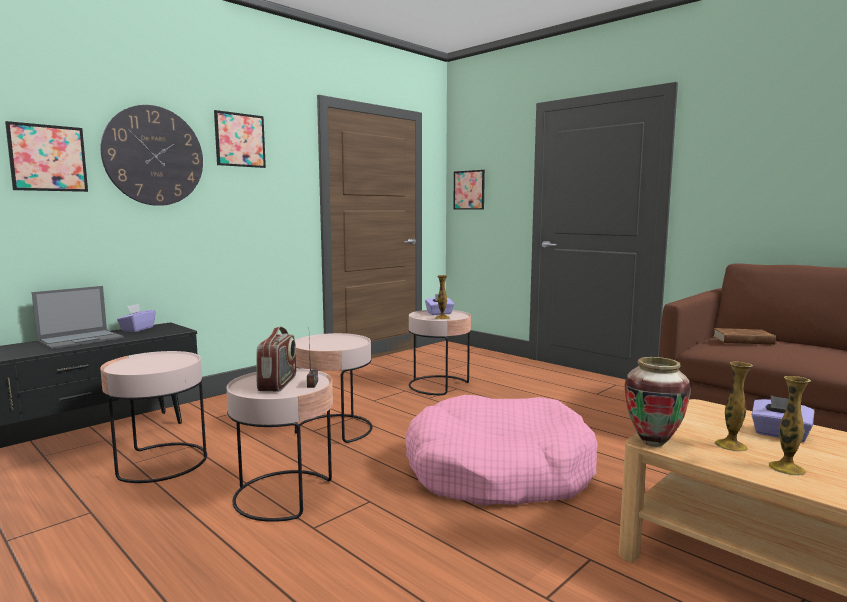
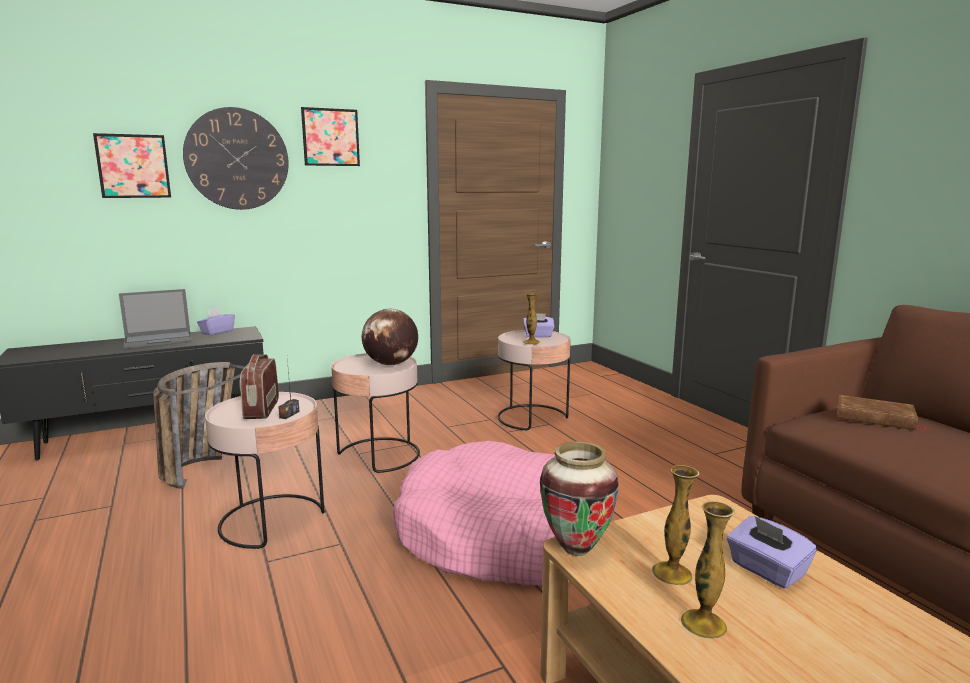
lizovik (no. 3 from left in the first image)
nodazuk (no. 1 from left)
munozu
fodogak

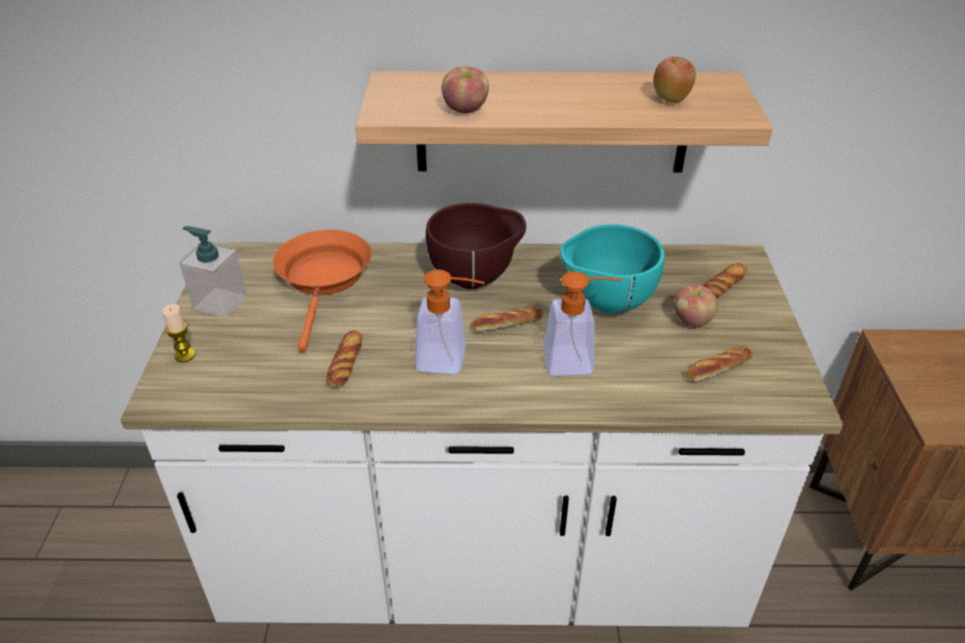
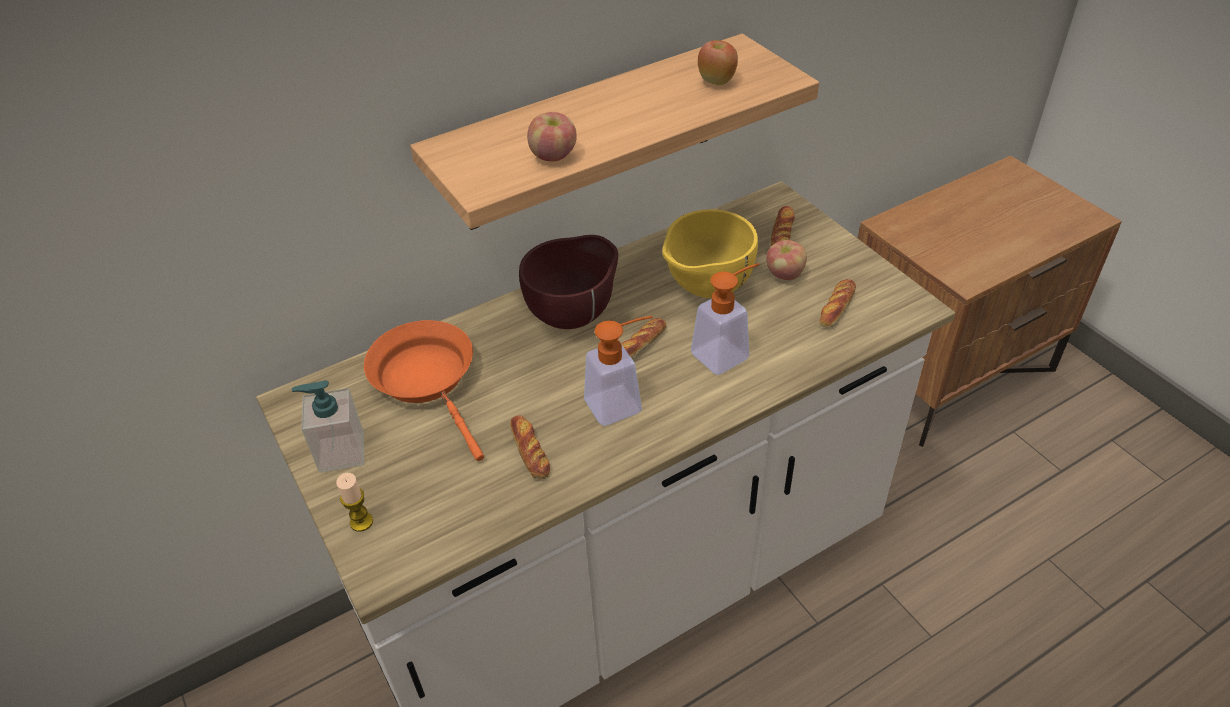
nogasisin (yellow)

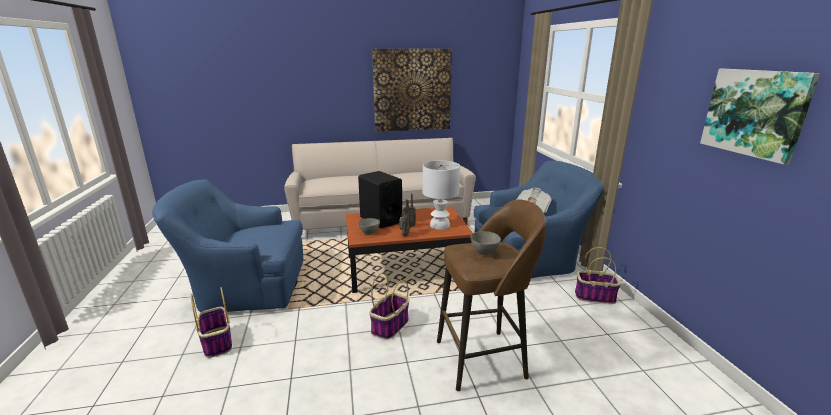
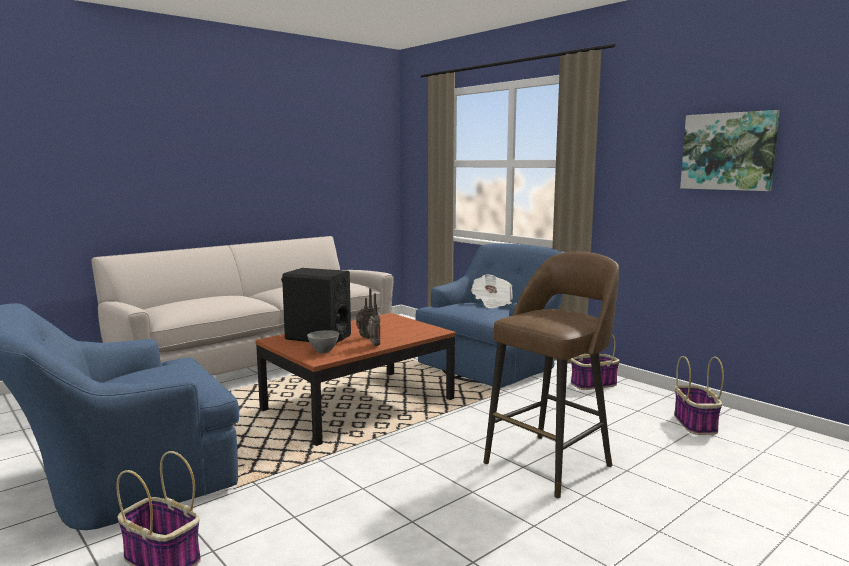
lizovik (no. 1 from left in the first image)
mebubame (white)
nogasisin (grey) (no. 2 from left in the first image)
munozu (no. 3 from left)

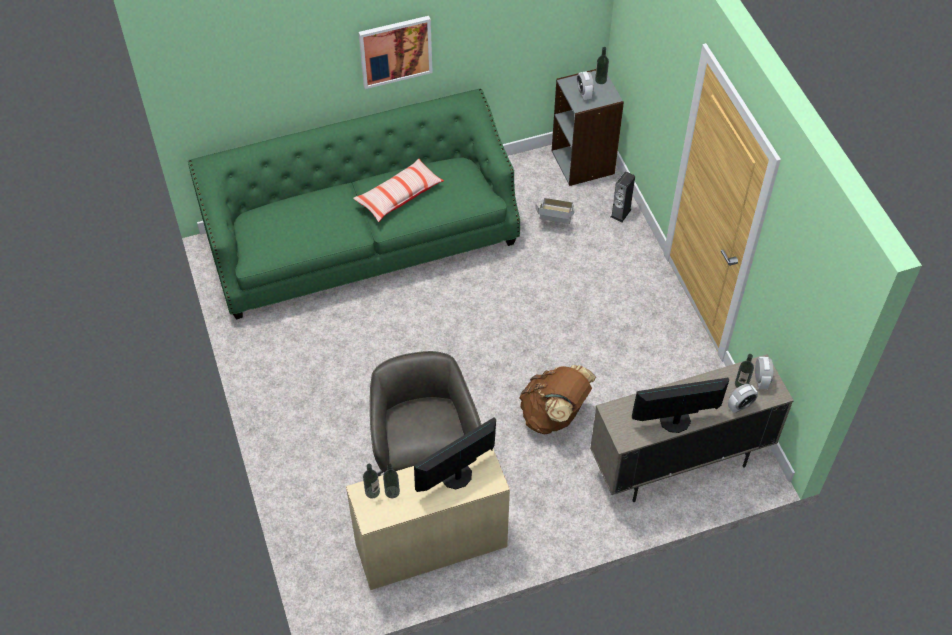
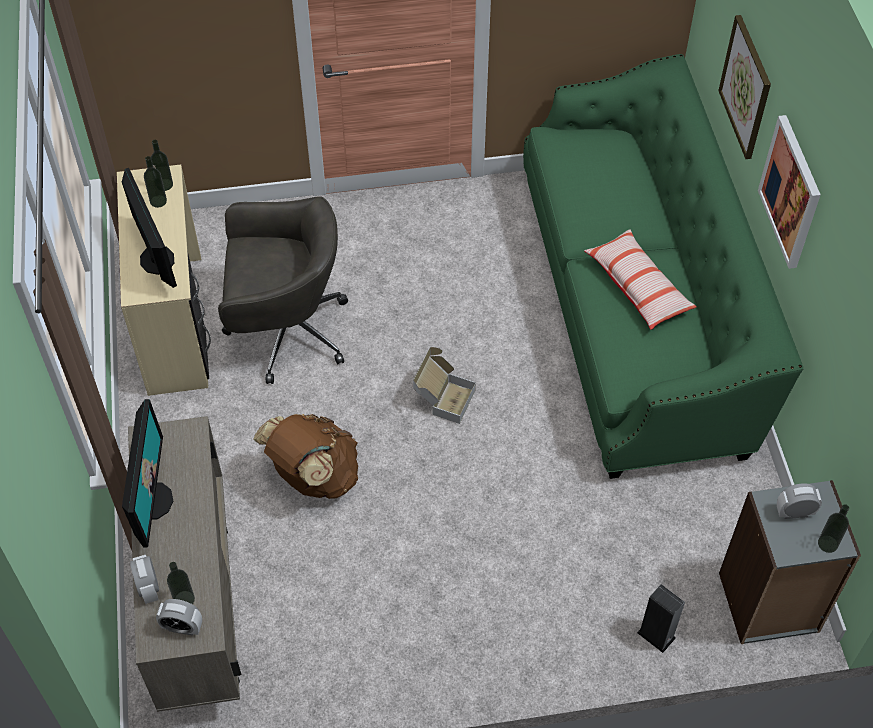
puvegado
lizovik (no. 1 from left)

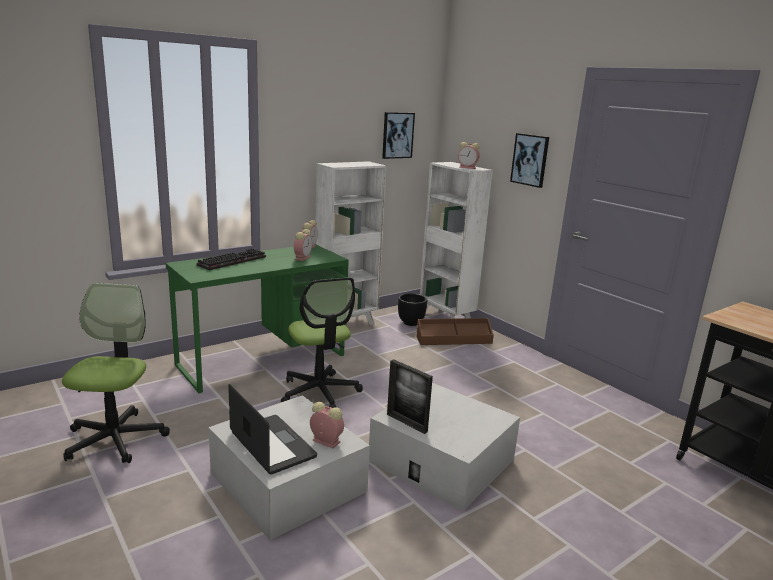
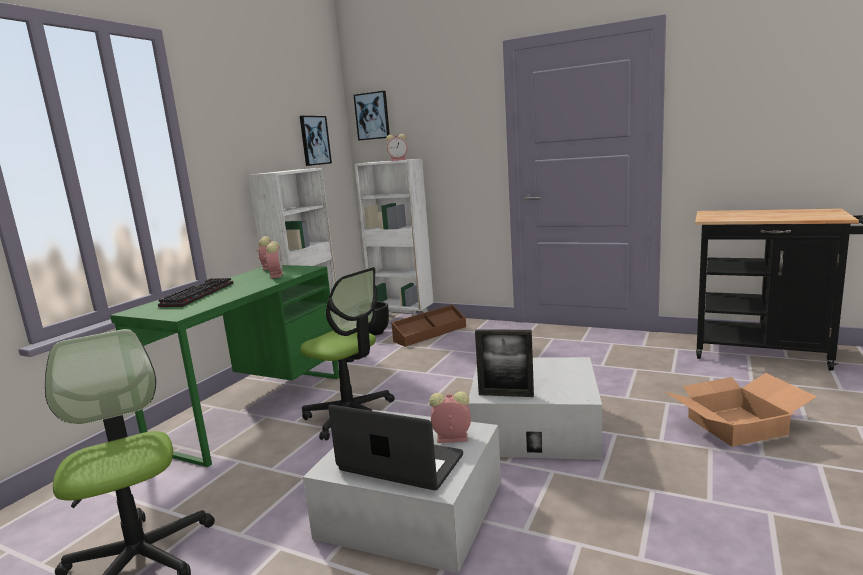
lizovik (no. 2 from left)
puvegado

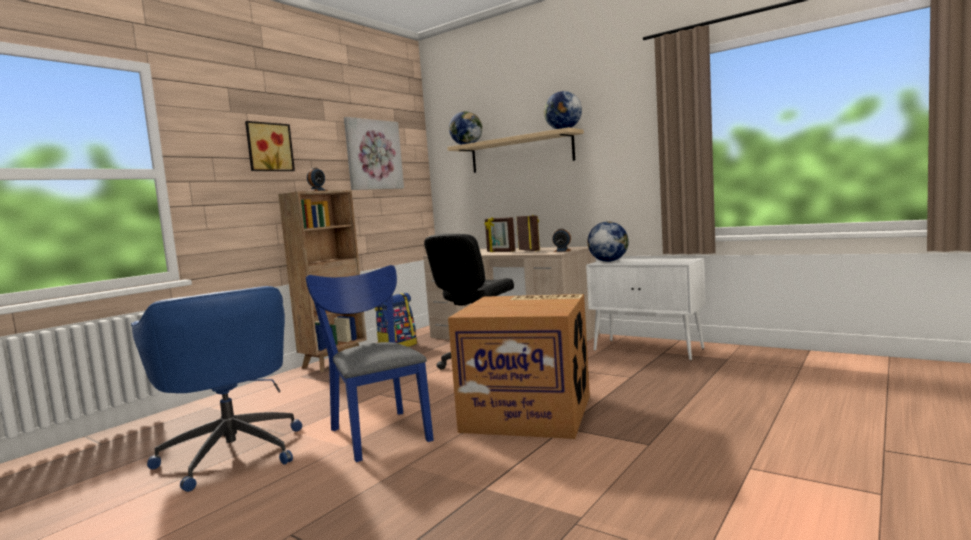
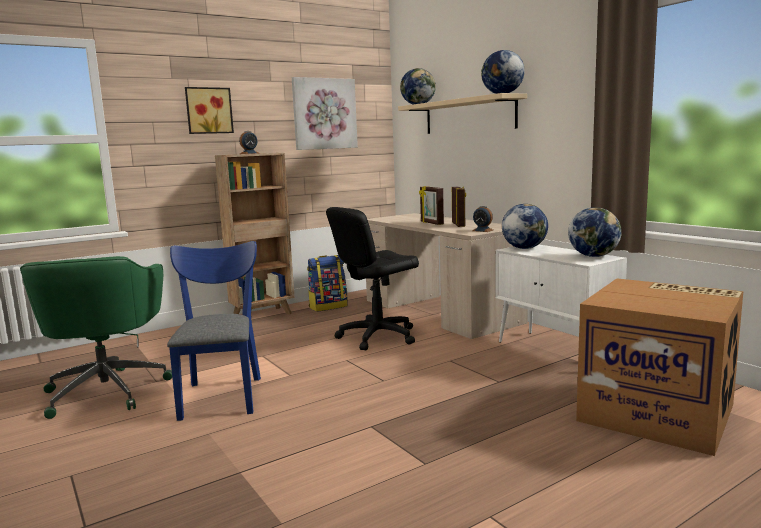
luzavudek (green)
puvegado
fodogak (no. 4 from left)

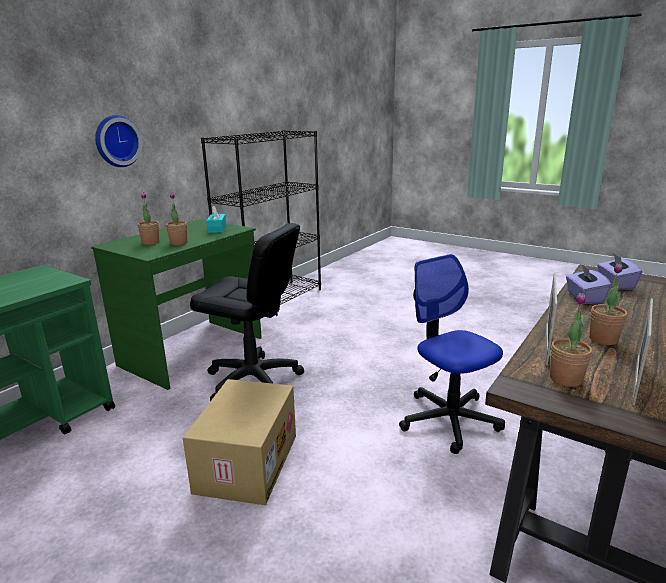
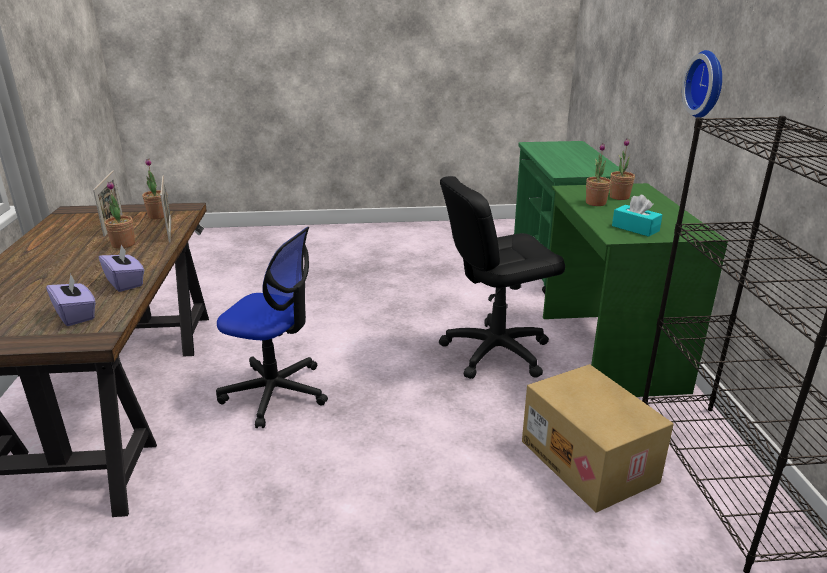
puvegado

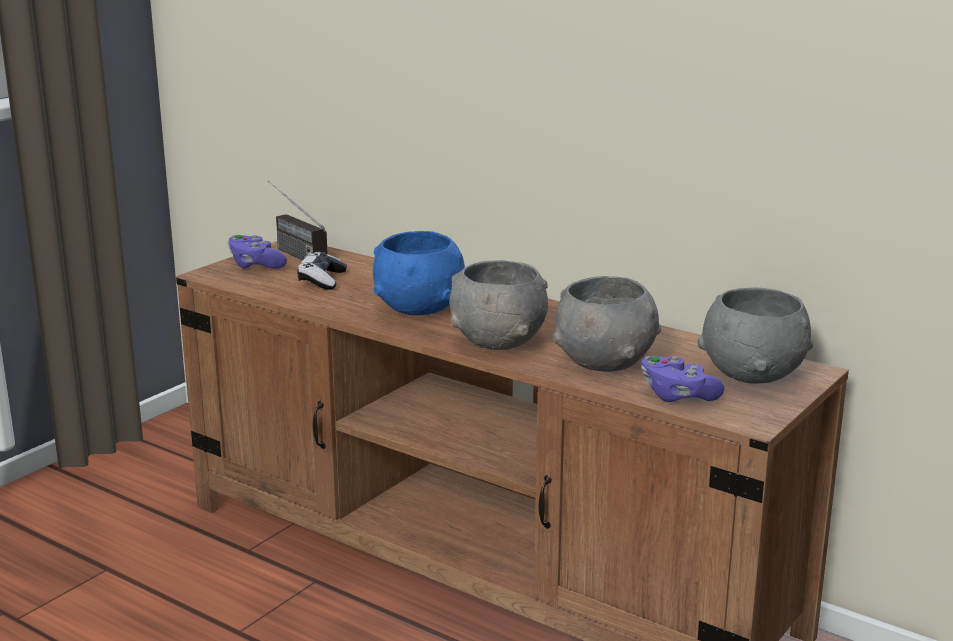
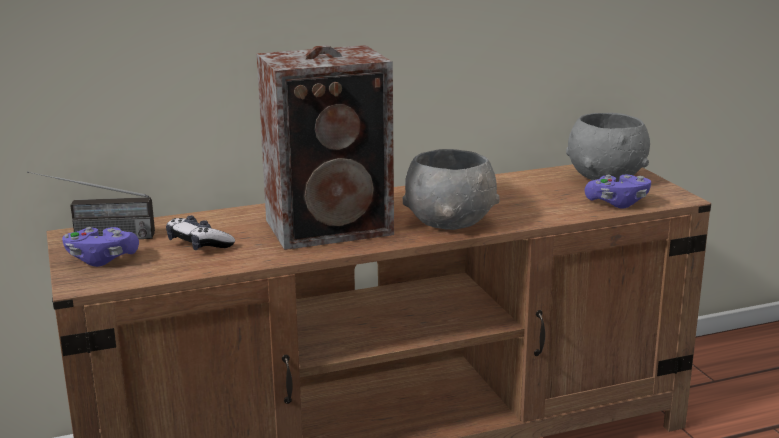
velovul
nogasisin (grey) (no. 2 from left in the first image)

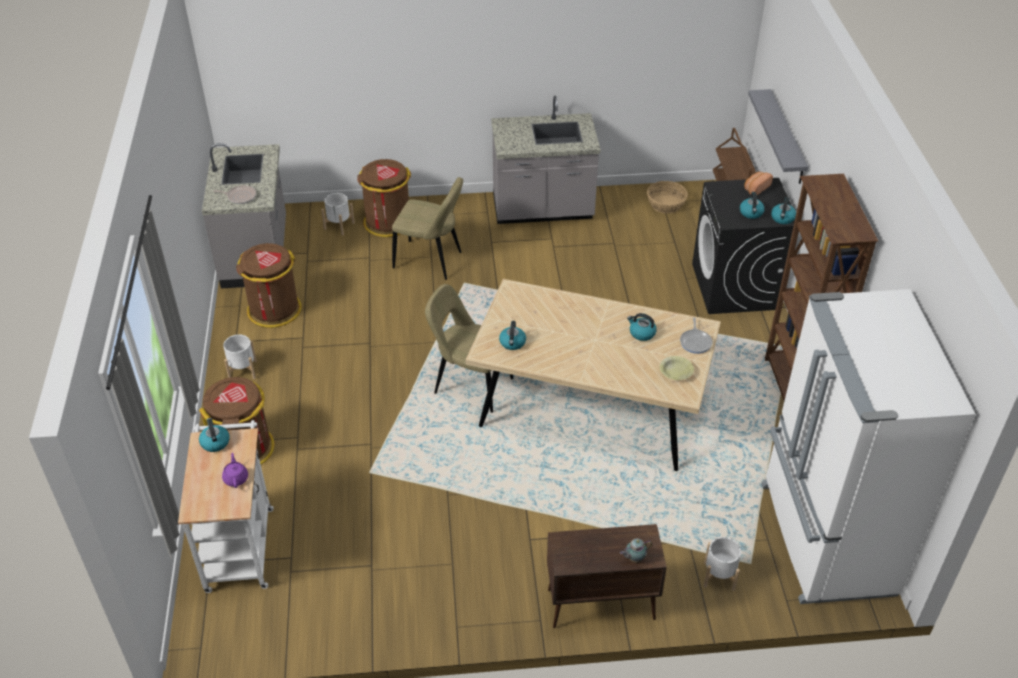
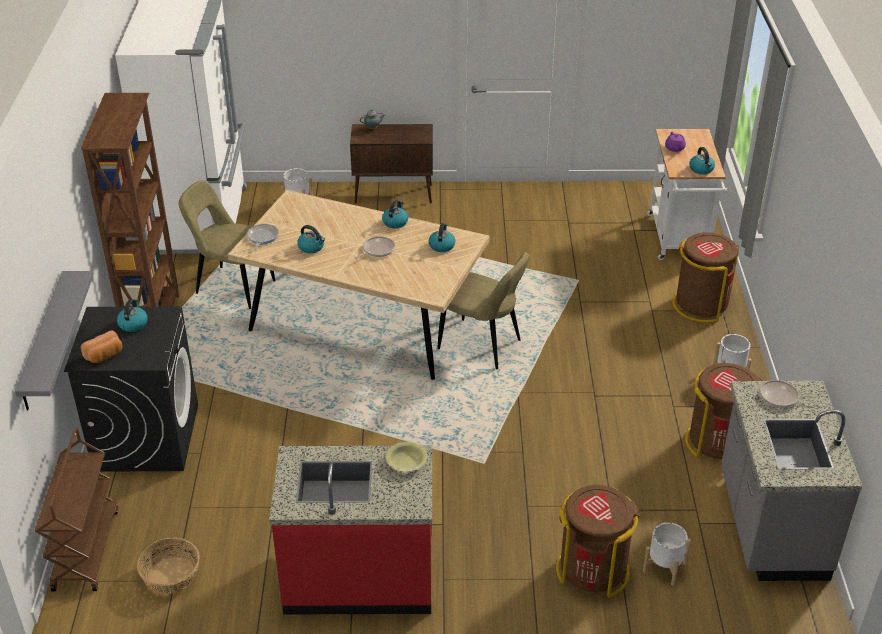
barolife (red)
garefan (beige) (no. 1 from left)
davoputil (no. 3 from left)
nogasisin (yellow)
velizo (no. 2 from left)

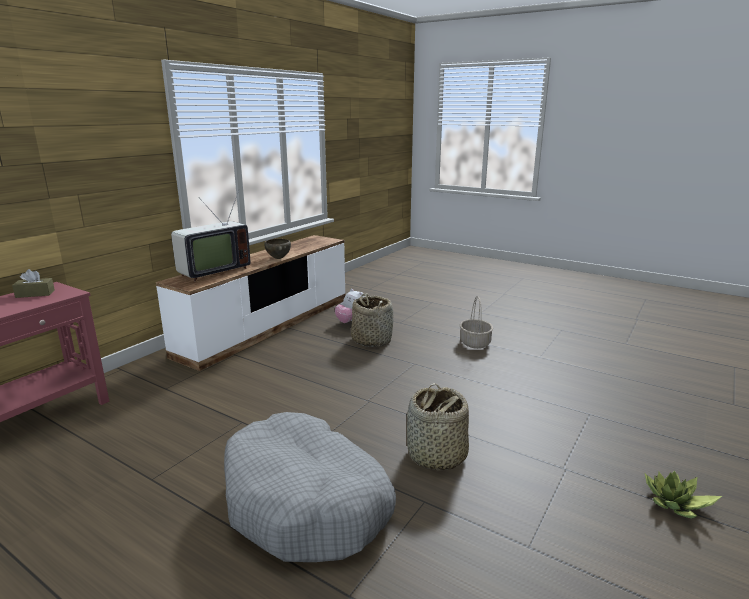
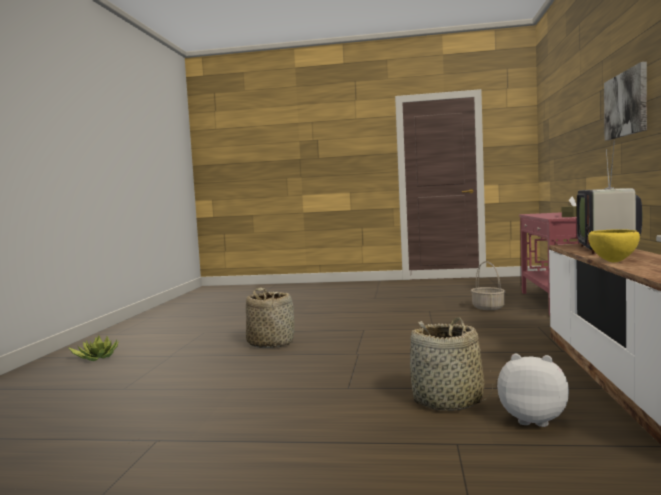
nogasisin (yellow)
munozu (no. 3 from left)
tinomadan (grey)
lizovik

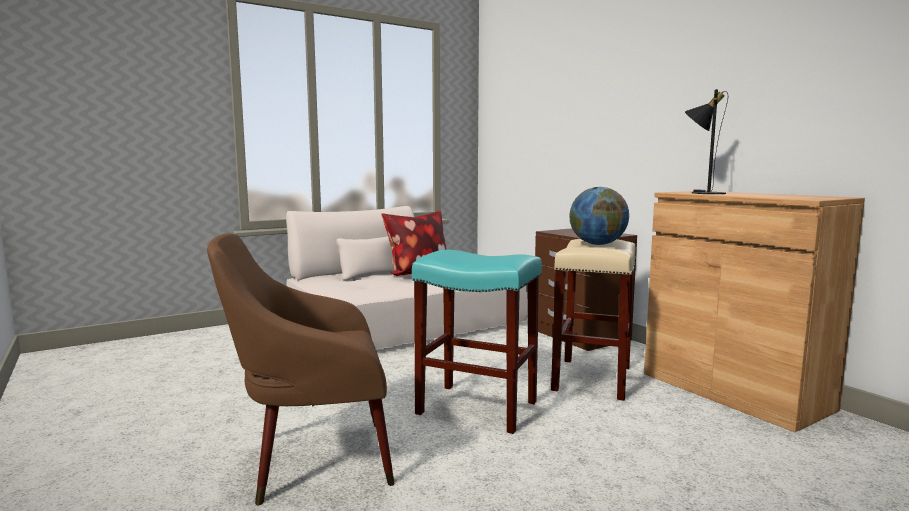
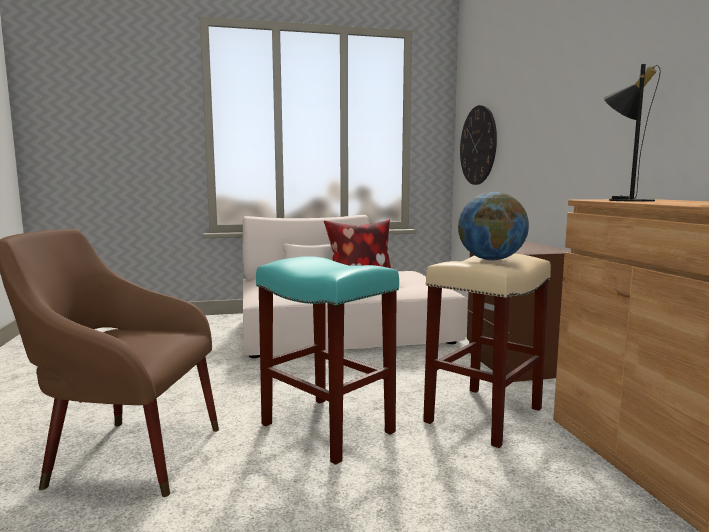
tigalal

